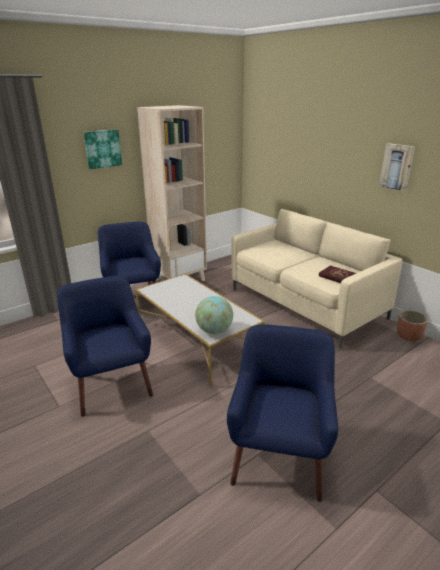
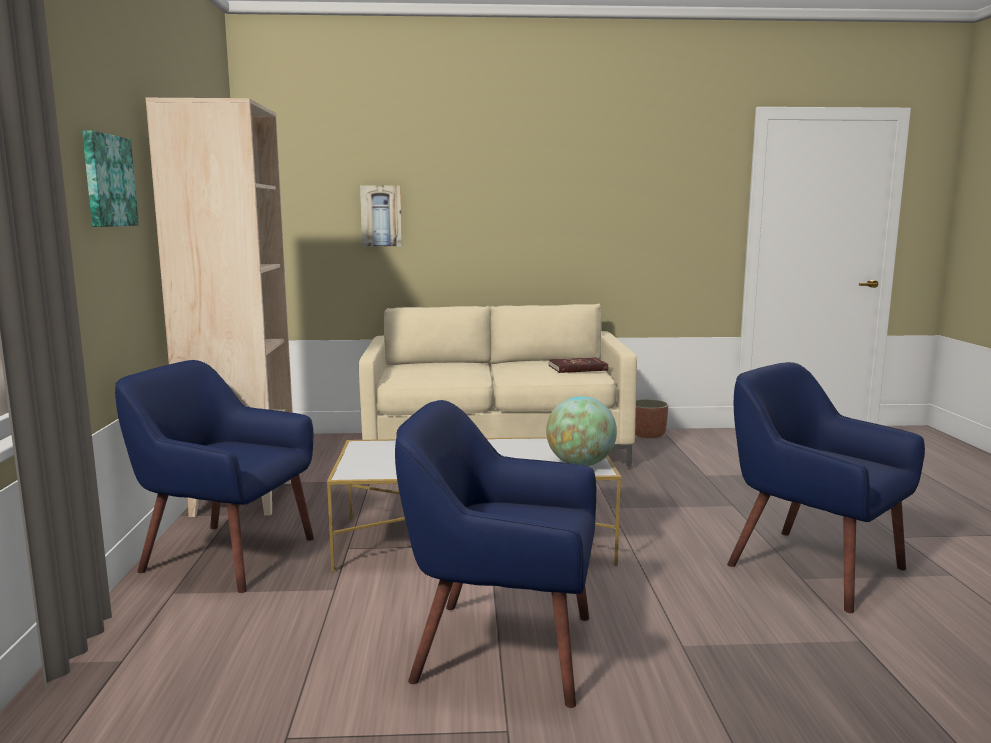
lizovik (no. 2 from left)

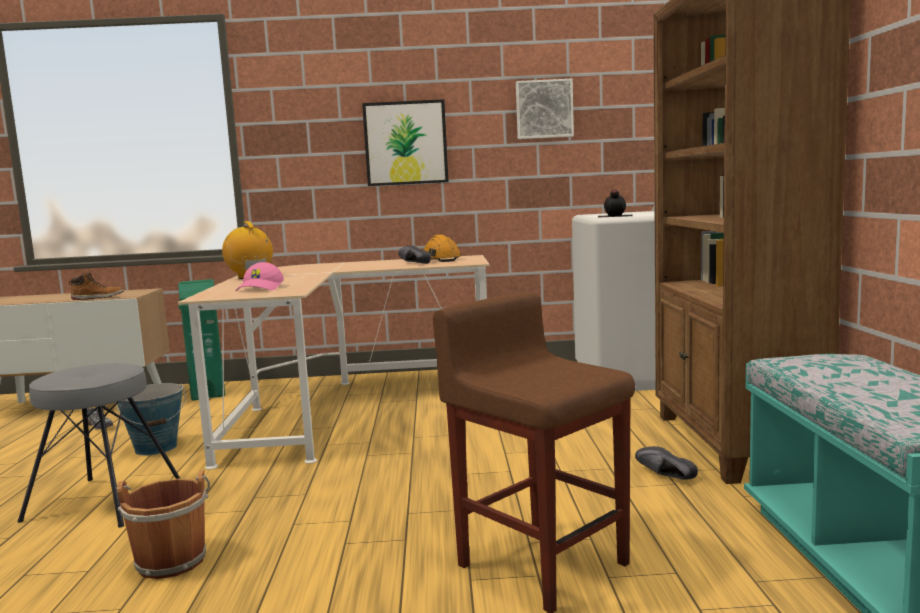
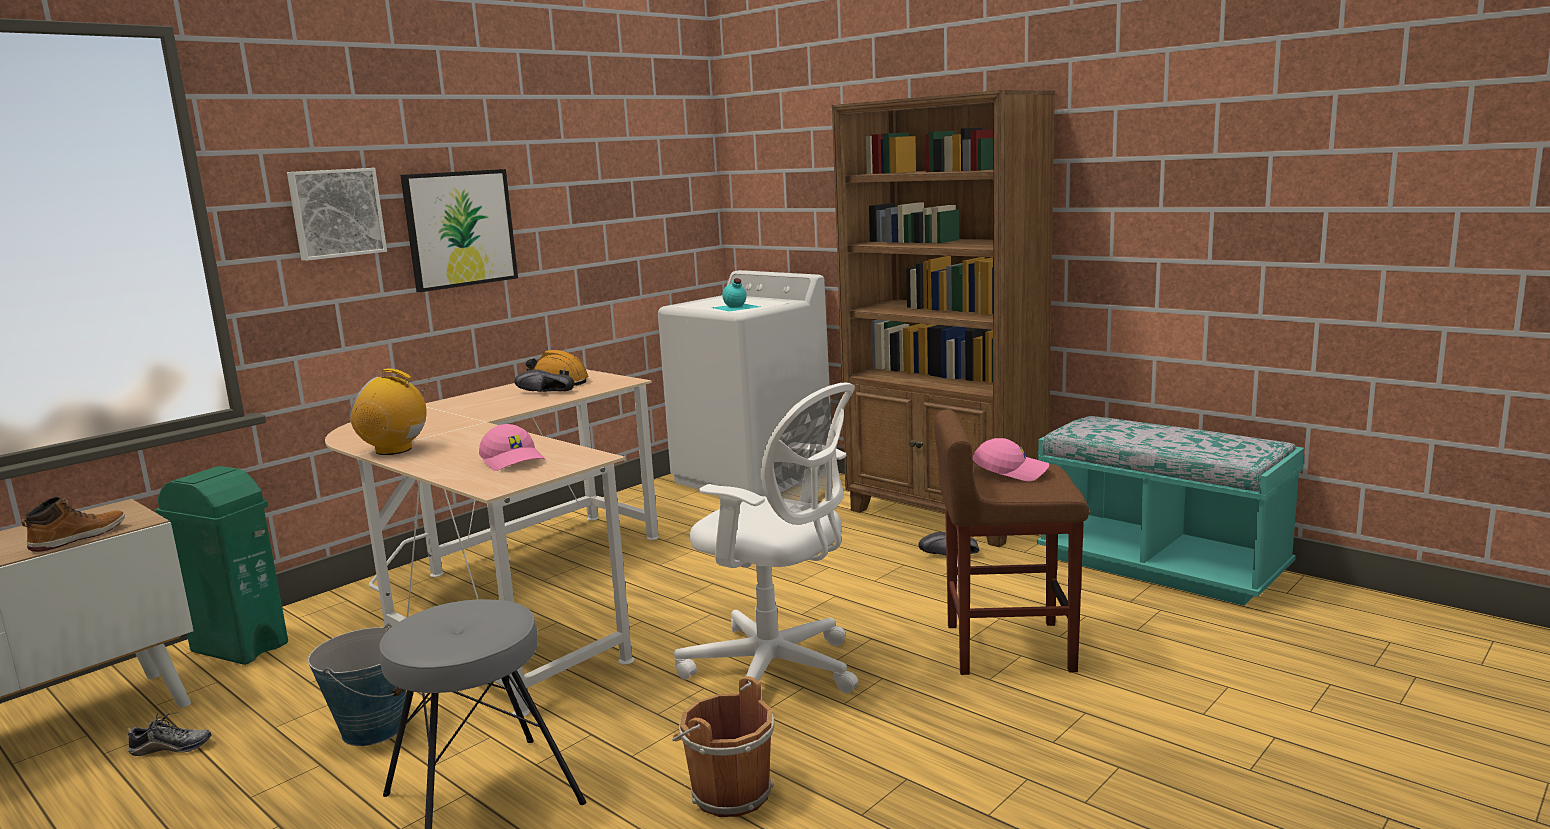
lizovik (no. 1 from left)
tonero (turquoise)
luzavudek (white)
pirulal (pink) (no. 2 from left)

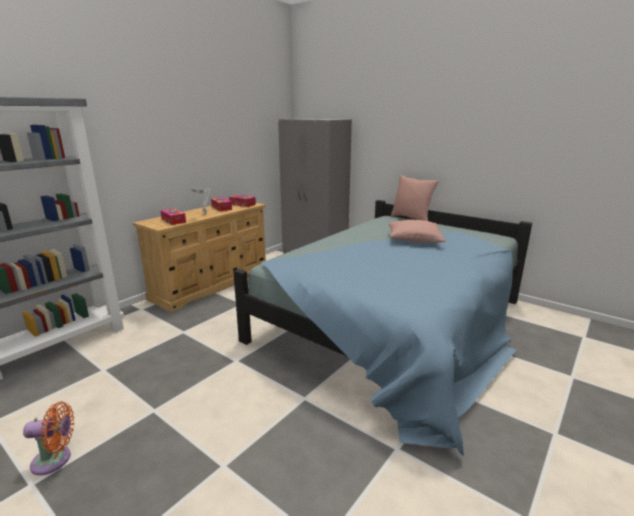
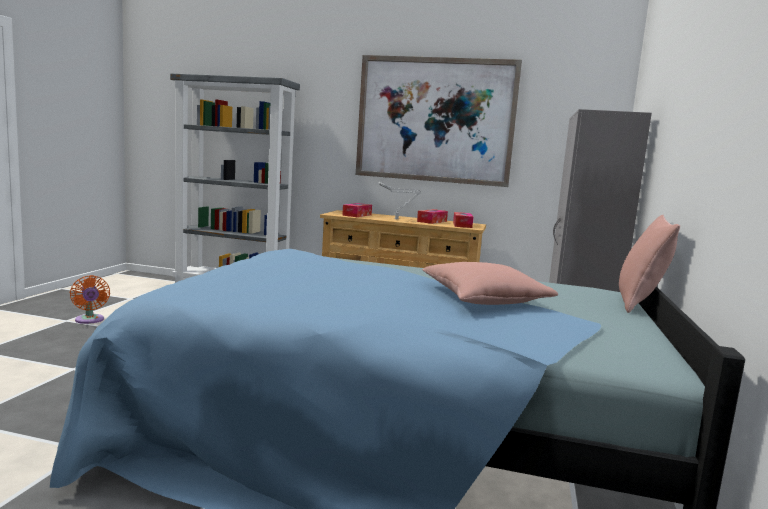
lizovik

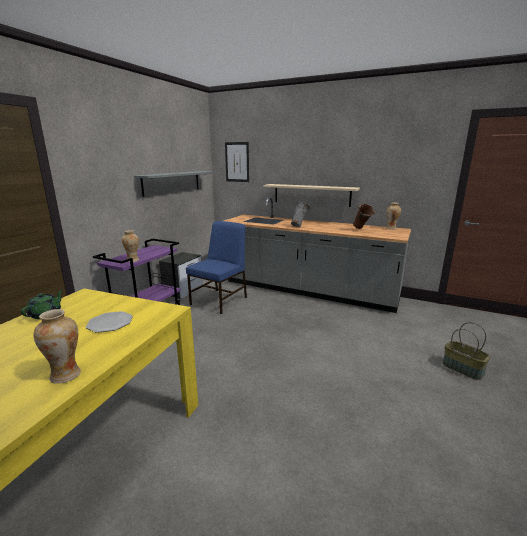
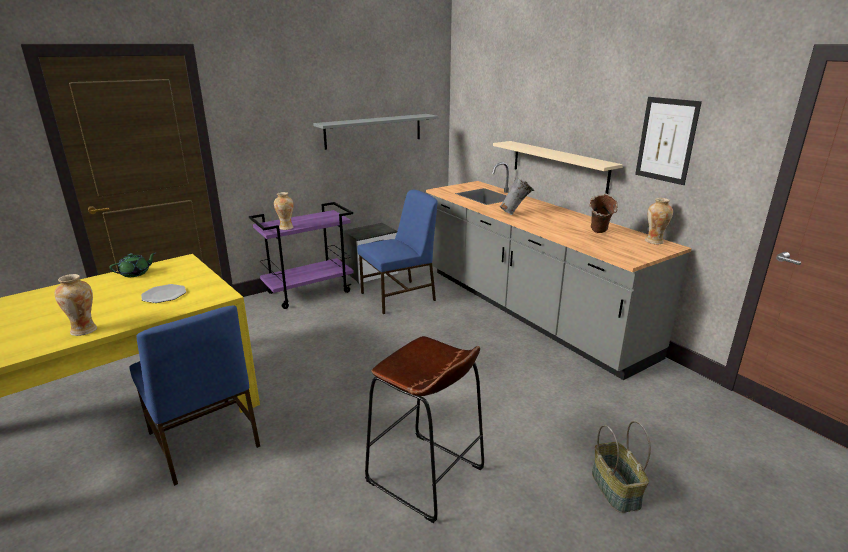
lizovik
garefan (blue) (no. 1 from left)
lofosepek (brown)

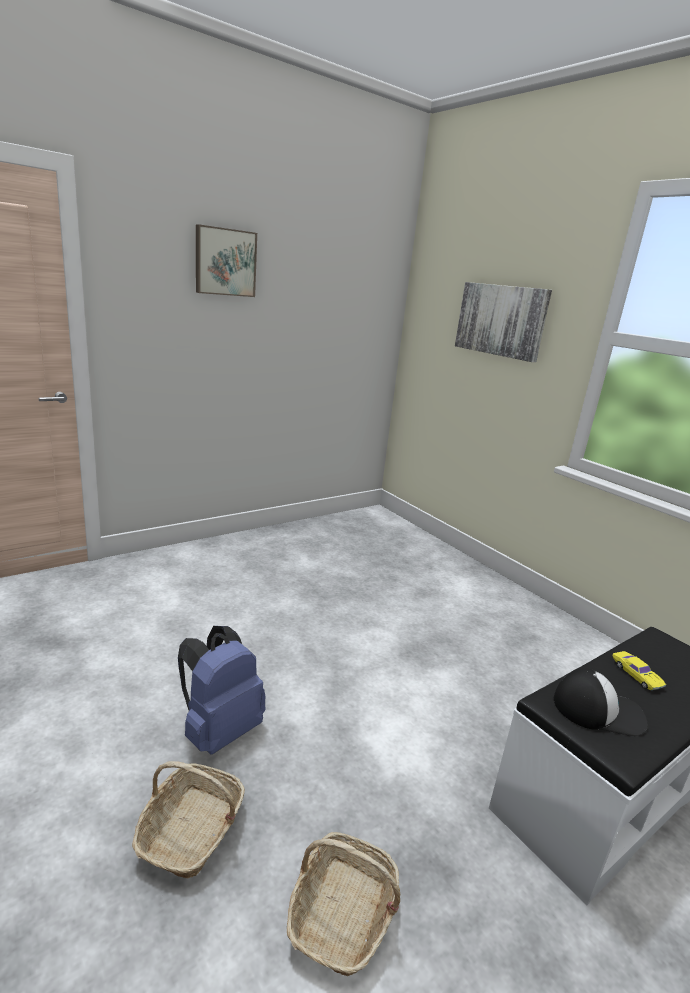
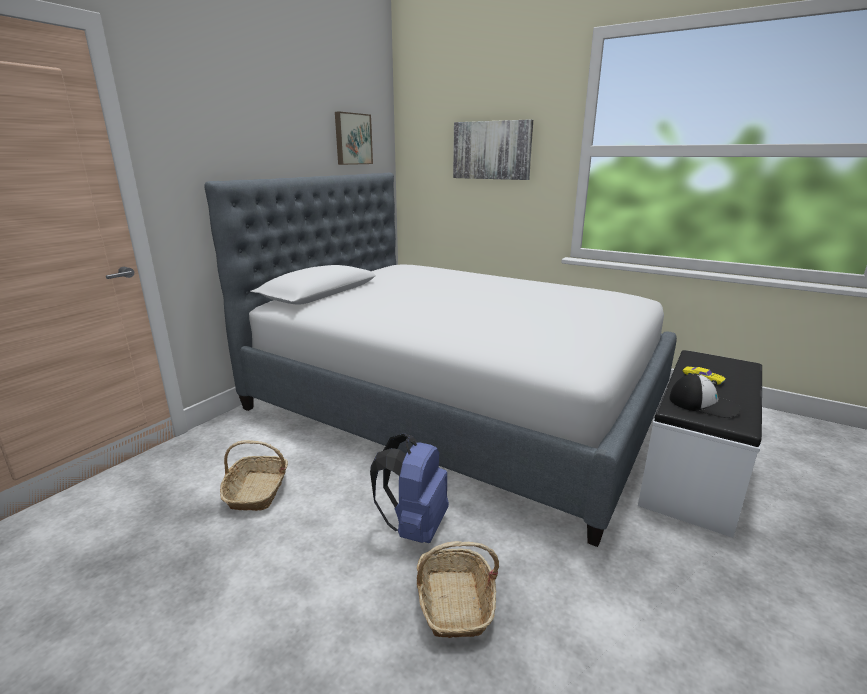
lizovik (no. 1 from left)
pirulal
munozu (no. 1 from left)
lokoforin

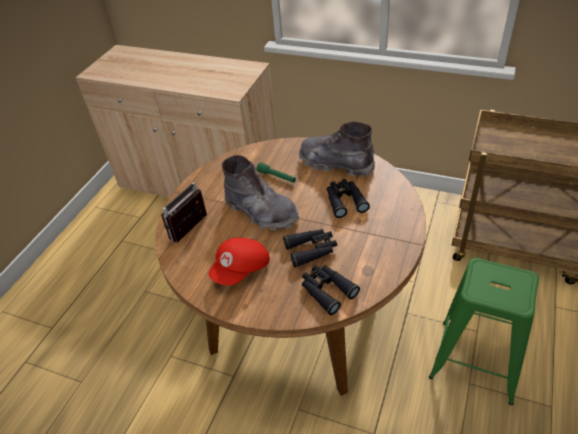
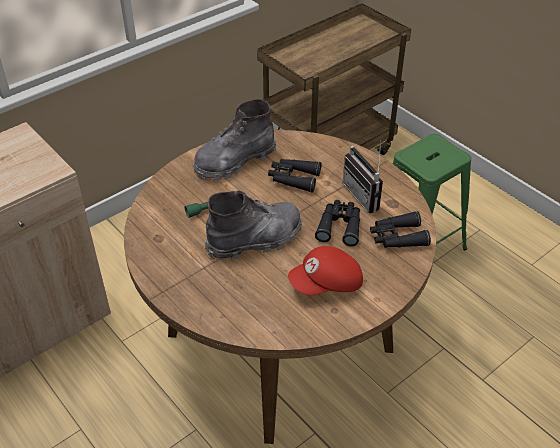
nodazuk
pirulal (red)

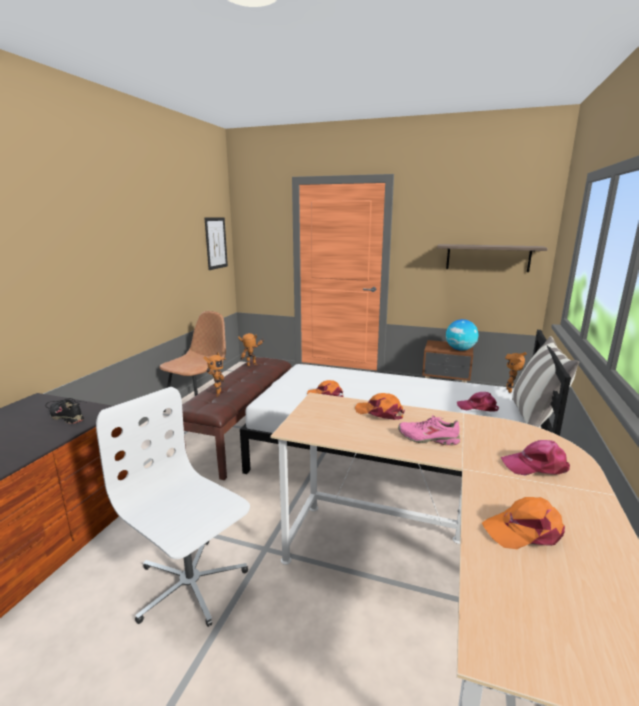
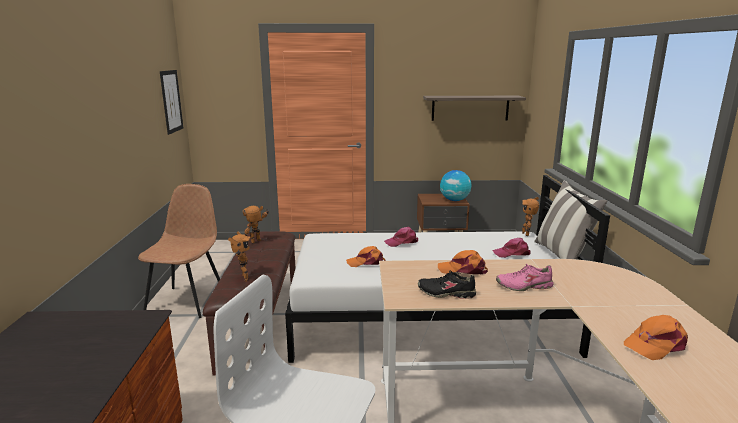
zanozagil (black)
pirulal (pink) (no. 1 from left)

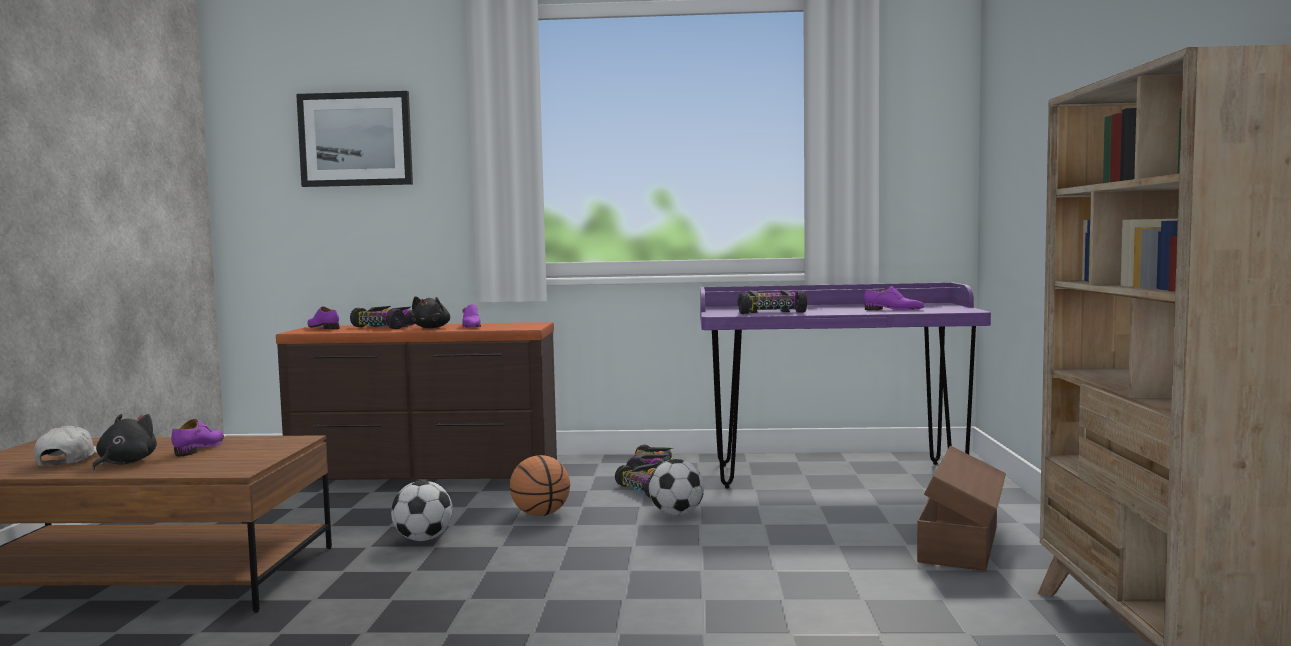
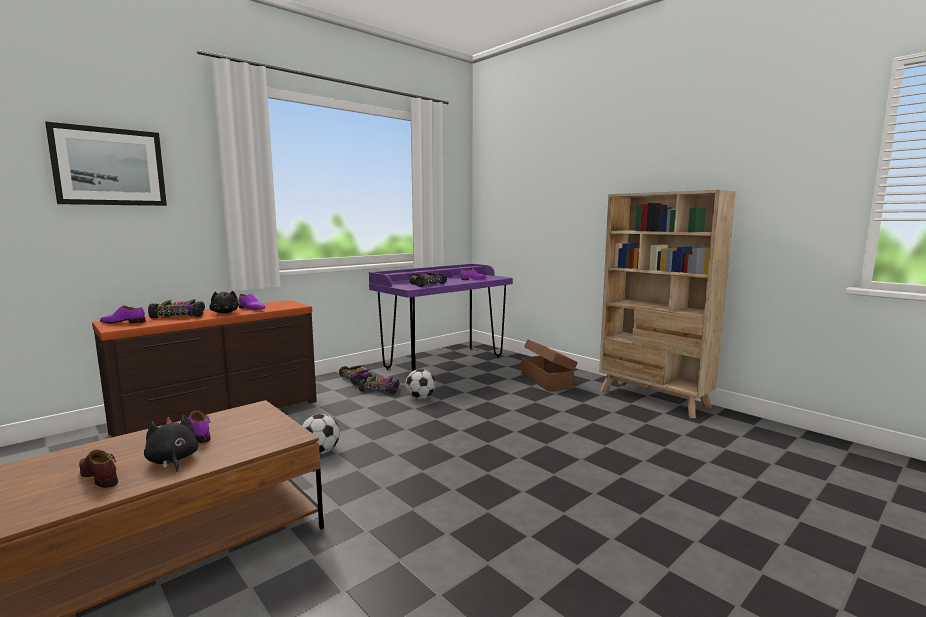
zanozagil (brown)
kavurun

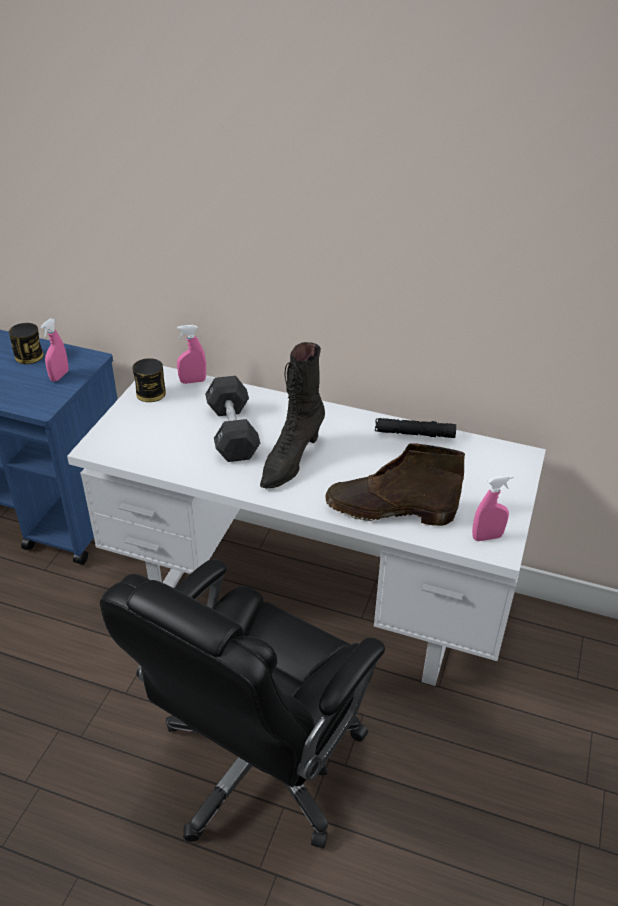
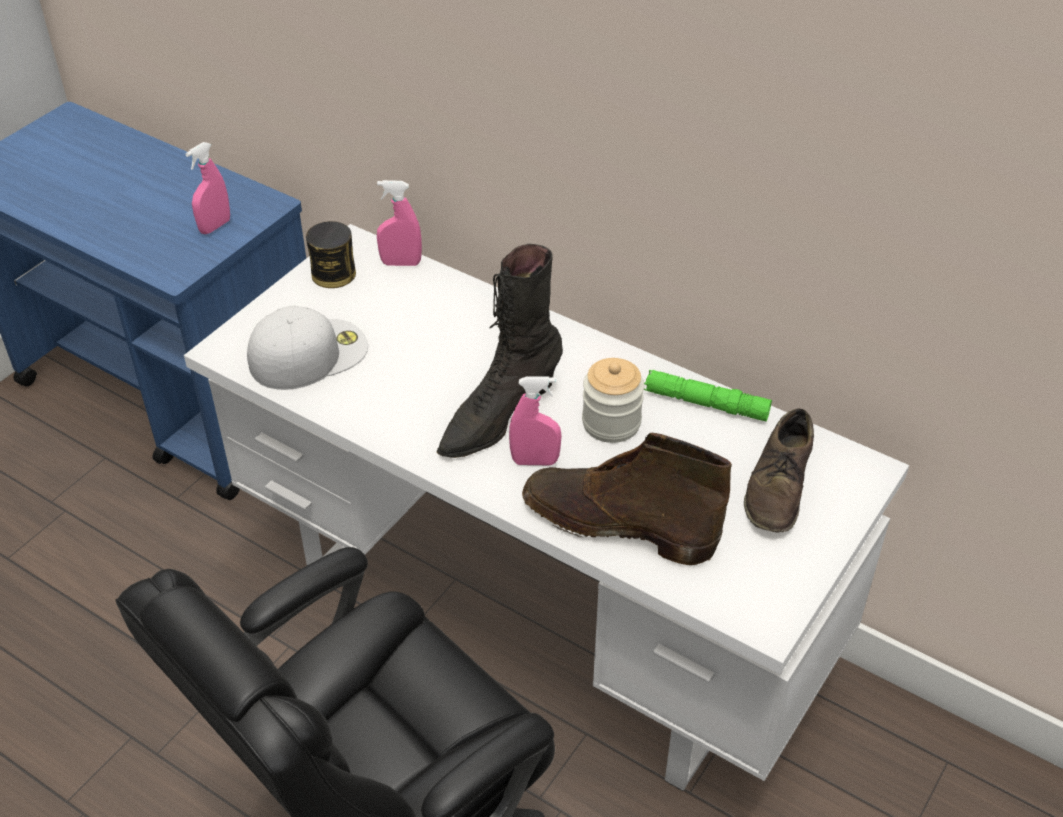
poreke (no. 1 from left in the first image)
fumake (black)
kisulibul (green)
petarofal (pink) (no. 3 from left)
pirulal (white)
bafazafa
zanozagil (brown)

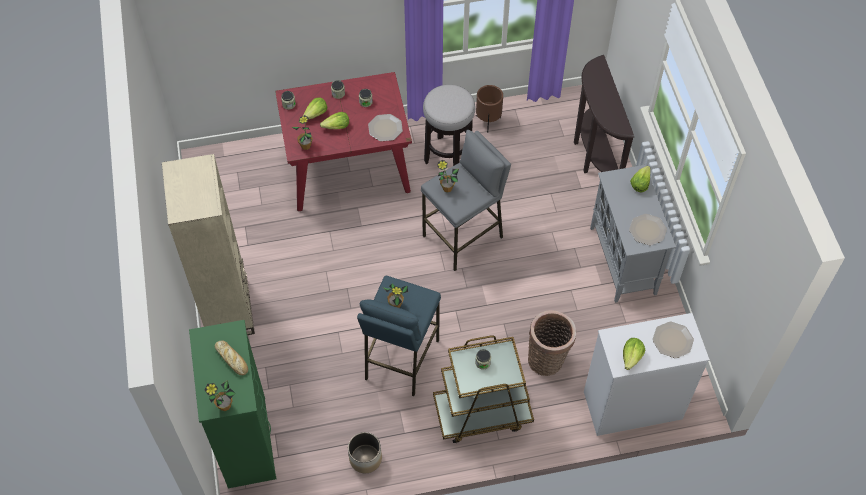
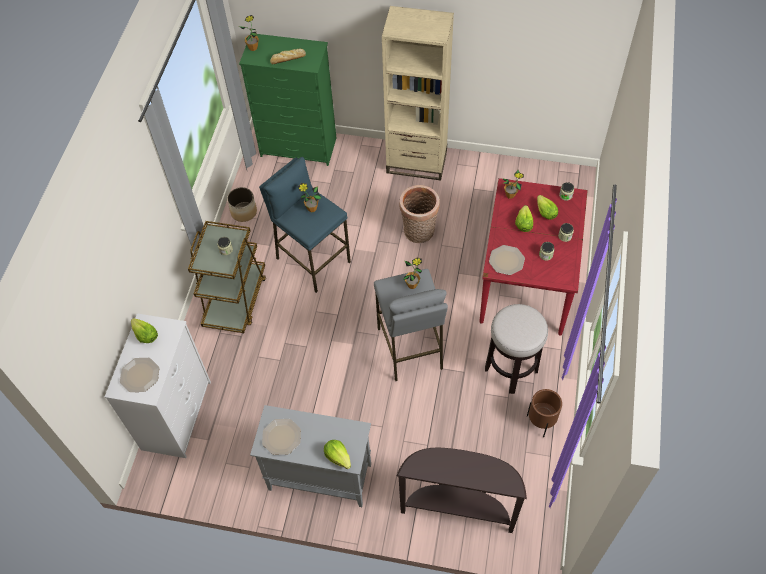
munozu

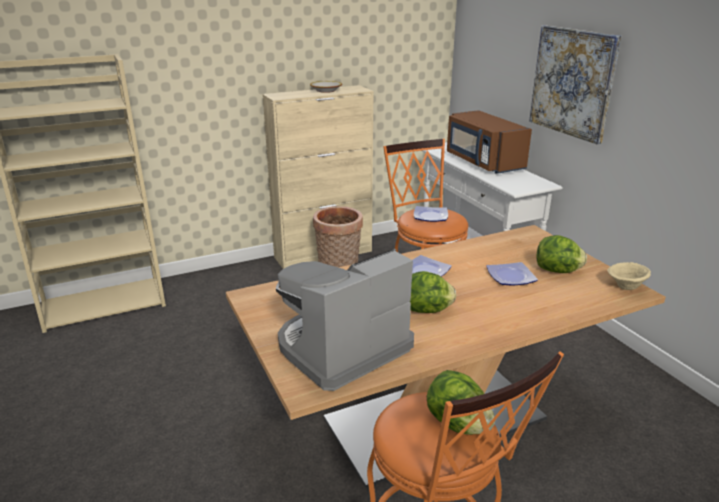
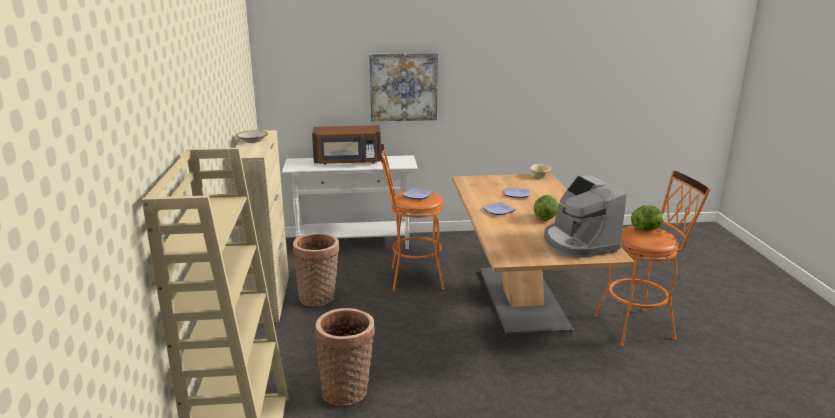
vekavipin (no. 3 from left in the first image)
munozu (no. 2 from left)

